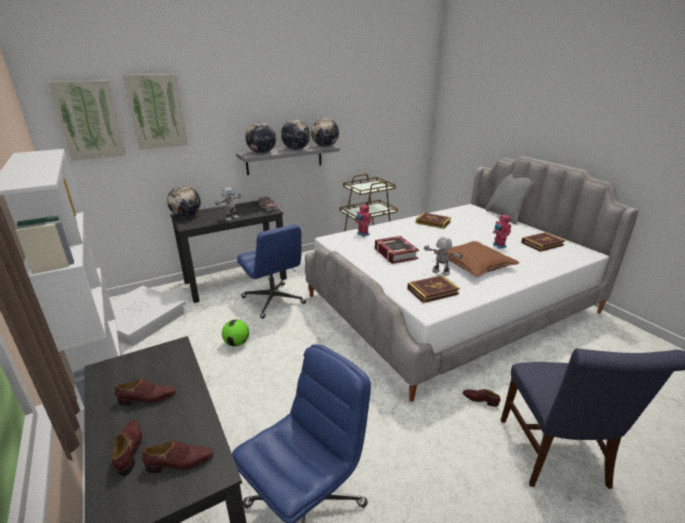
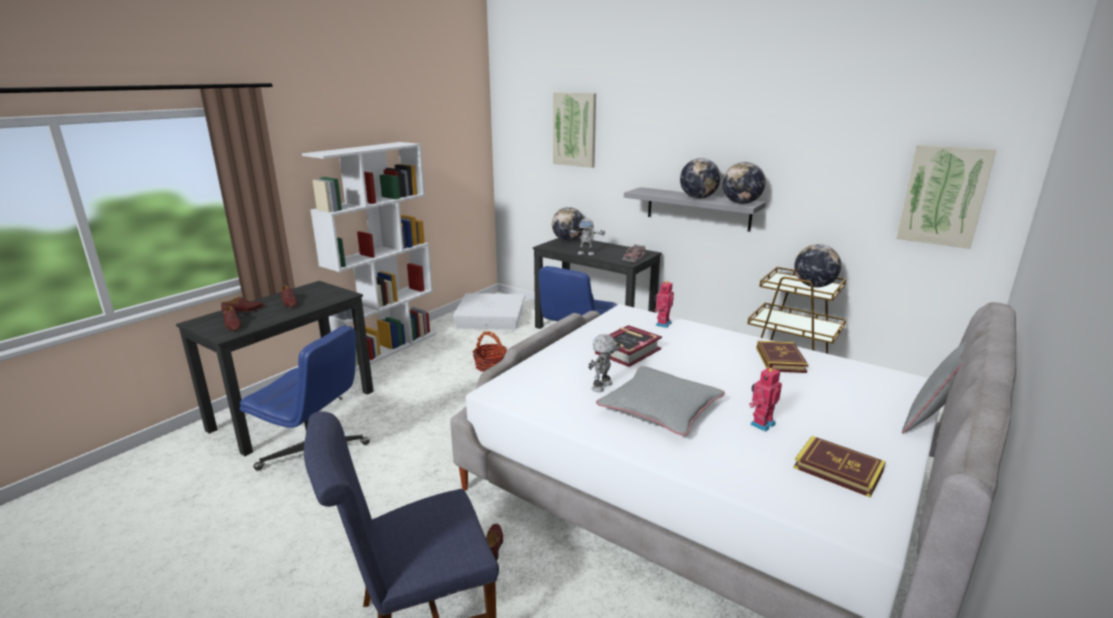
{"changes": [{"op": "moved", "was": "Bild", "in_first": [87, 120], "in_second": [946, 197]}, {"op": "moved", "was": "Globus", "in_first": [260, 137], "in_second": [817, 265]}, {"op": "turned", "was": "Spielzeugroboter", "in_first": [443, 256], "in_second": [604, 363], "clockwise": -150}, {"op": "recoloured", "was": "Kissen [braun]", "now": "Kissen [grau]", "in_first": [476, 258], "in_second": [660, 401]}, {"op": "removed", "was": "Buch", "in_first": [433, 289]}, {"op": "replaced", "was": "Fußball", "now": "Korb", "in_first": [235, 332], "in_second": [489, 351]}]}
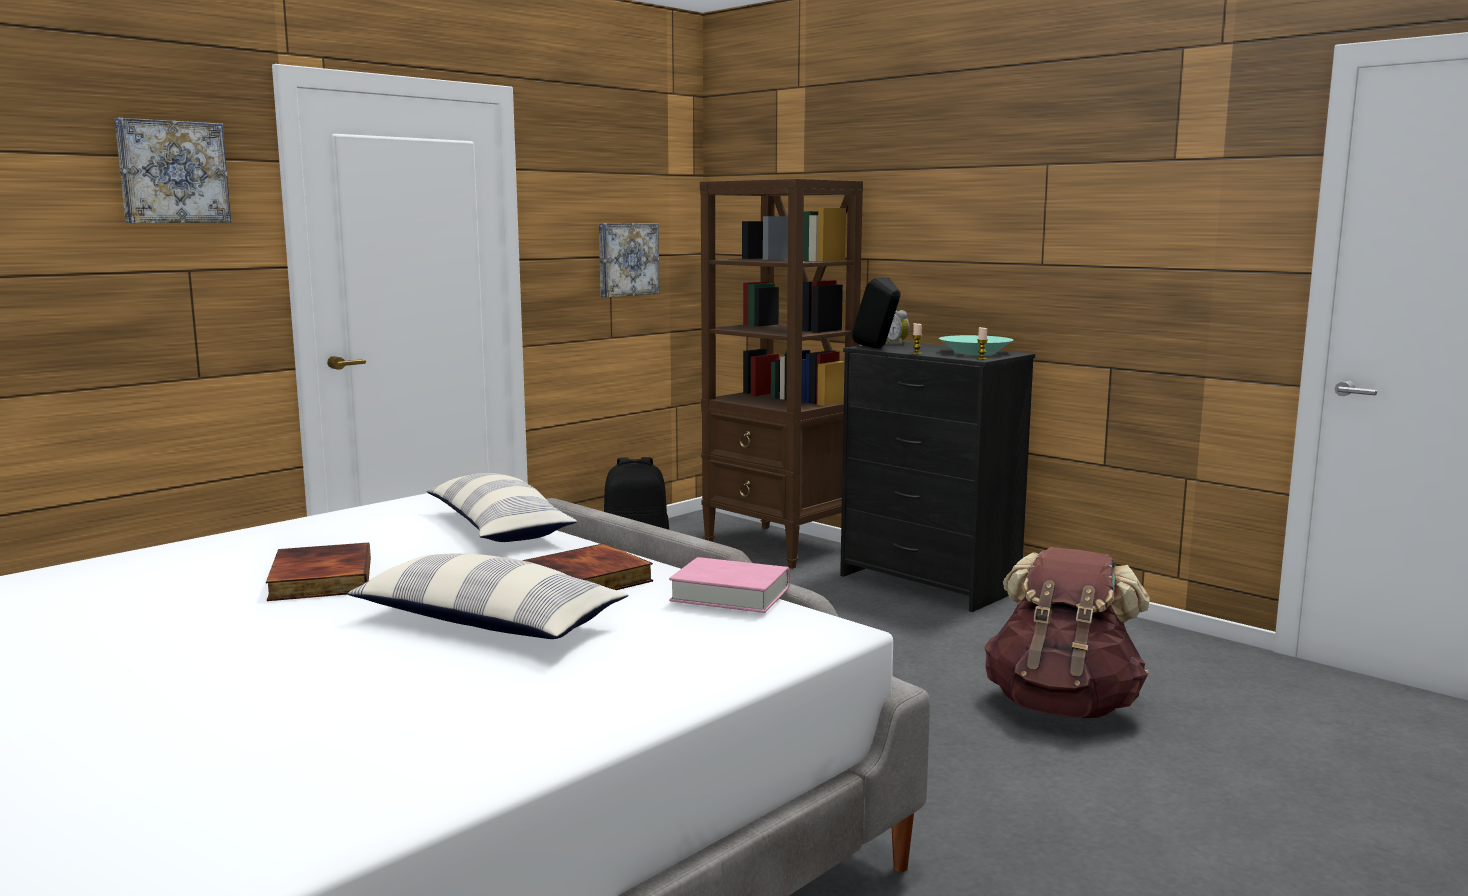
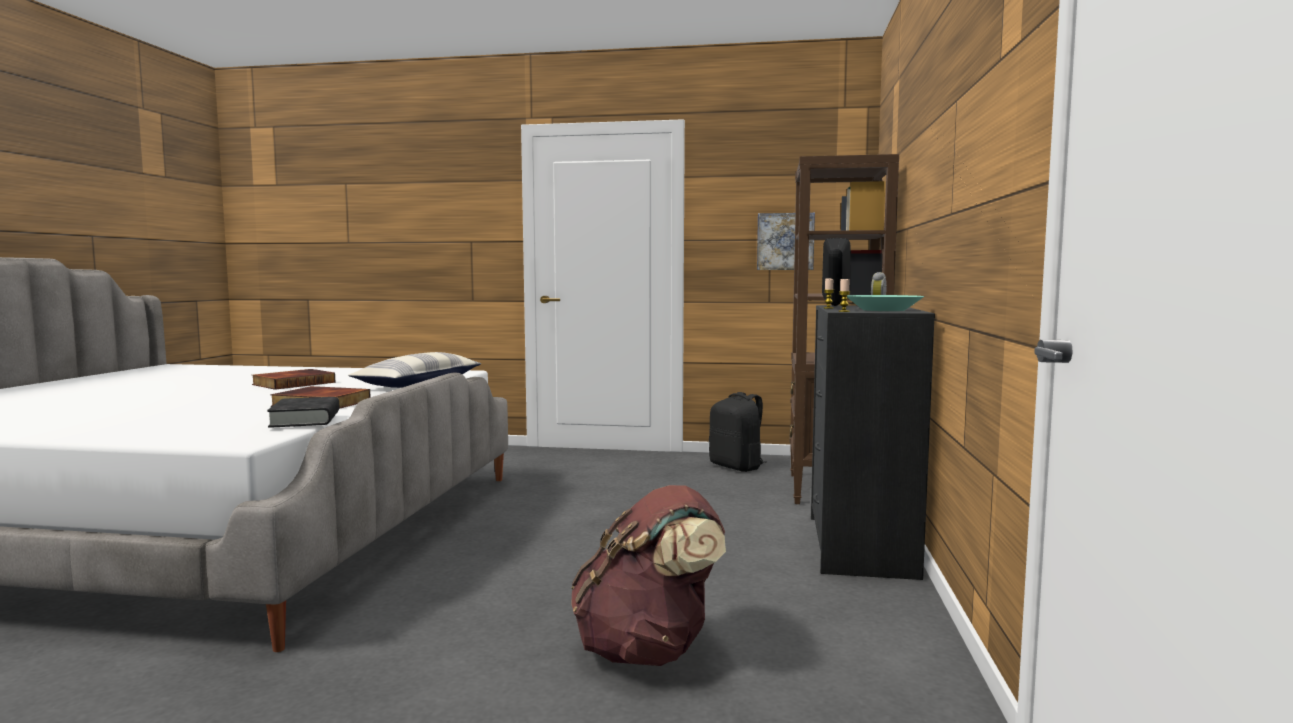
{"changes": [{"op": "removed", "was": "Bild", "in_first": [173, 170]}, {"op": "removed", "was": "Kissen", "in_first": [488, 596]}, {"op": "recoloured", "was": "Buch [rosa]", "now": "Buch [schwarz]", "in_first": [729, 585], "in_second": [303, 412]}]}
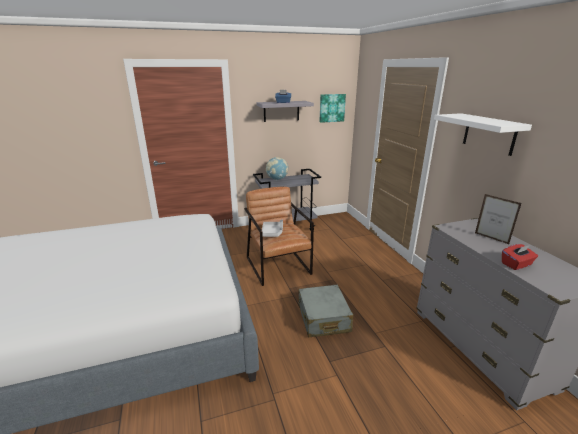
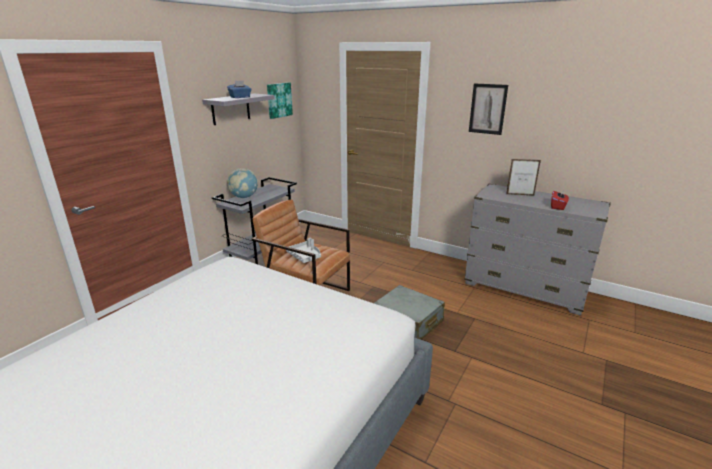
{"changes": [{"op": "replaced", "was": "Wandregal [weiß]", "now": "Bild", "in_first": [483, 134], "in_second": [488, 109]}]}
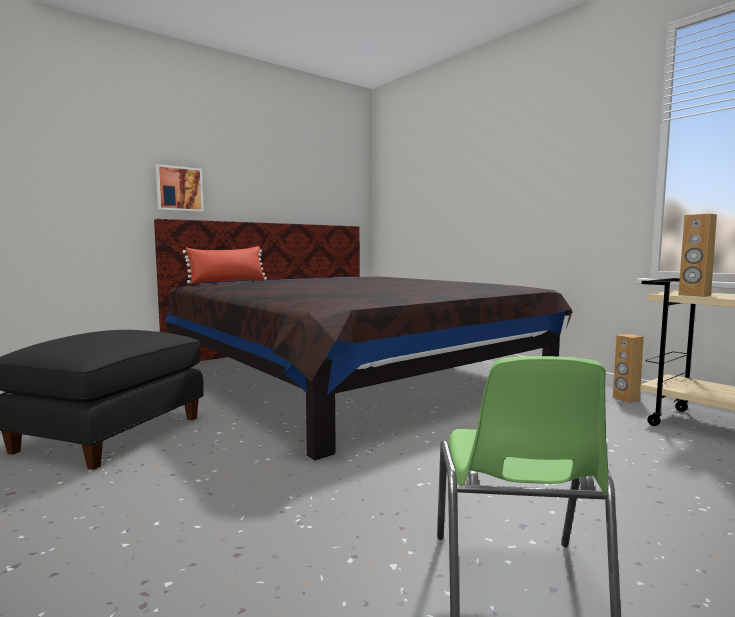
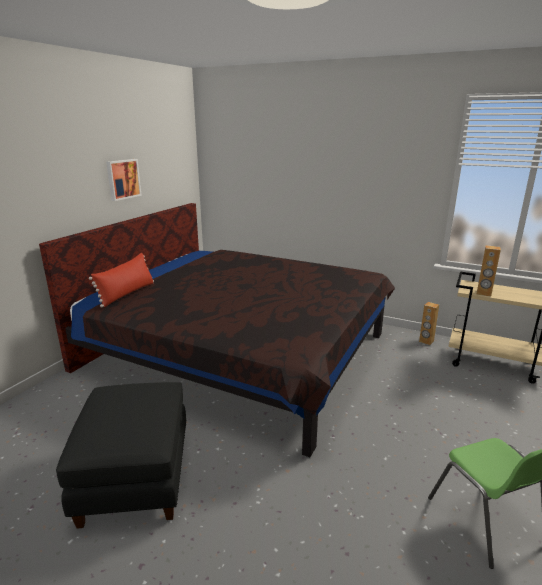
{"changes": [{"op": "moved", "was": "Bild", "in_first": [180, 188], "in_second": [124, 180]}]}
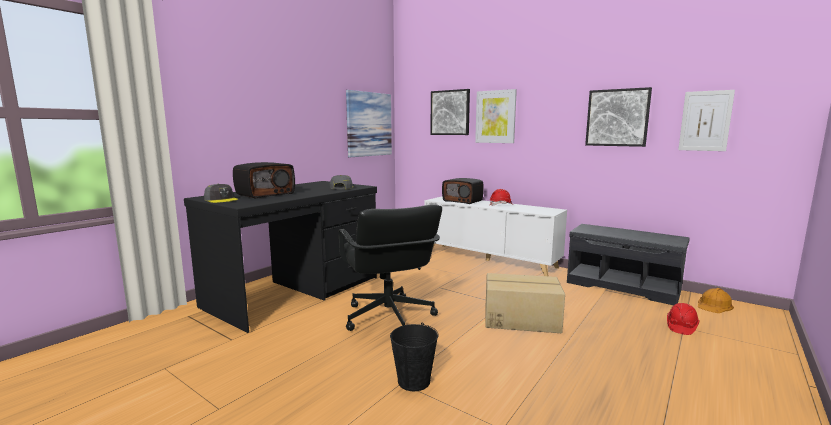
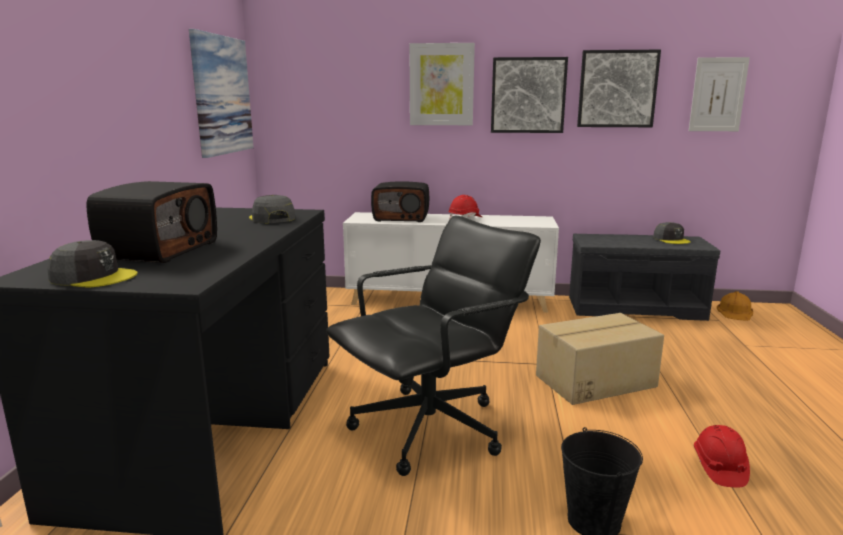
{"changes": [{"op": "moved", "was": "Bild", "in_first": [450, 112], "in_second": [529, 95]}, {"op": "turned", "was": "Bürostuhl [schwarz]", "in_first": [390, 268], "in_second": [433, 346], "clockwise": -75}, {"op": "moved", "was": "Schutzhelm [rot]", "in_first": [683, 319], "in_second": [722, 456]}, {"op": "added", "now": "Kappe [grau]", "in_second": [672, 233]}]}
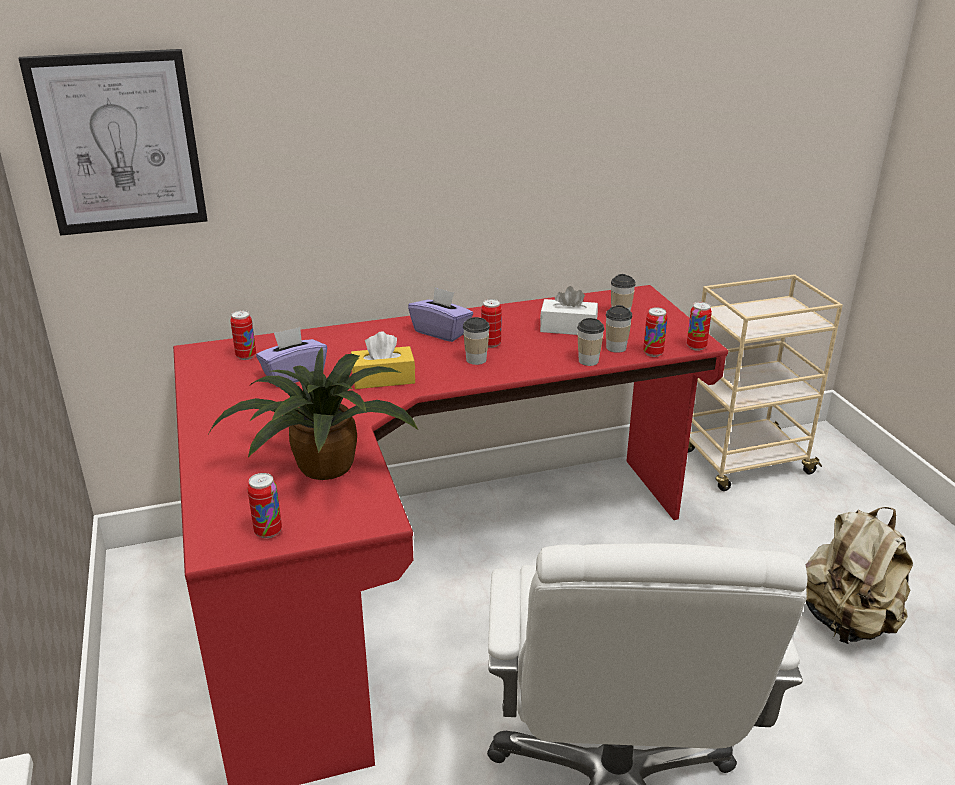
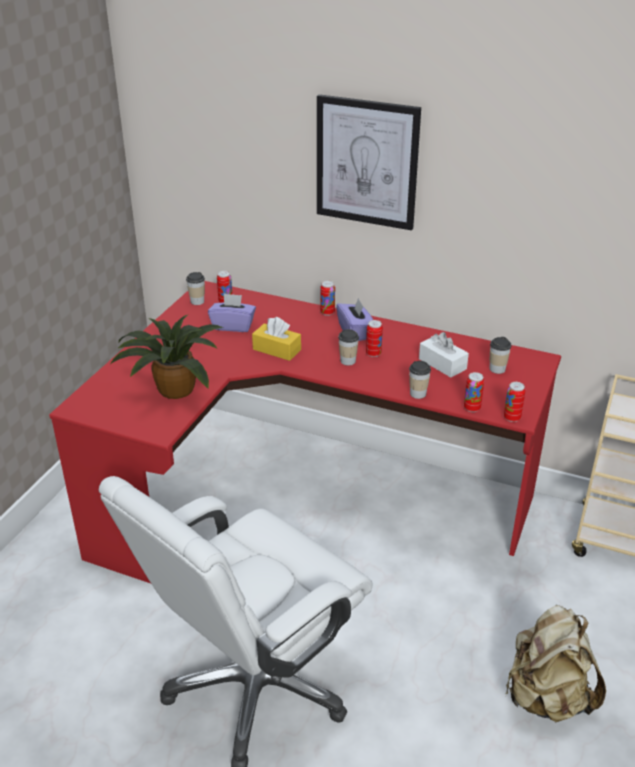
{"changes": [{"op": "moved", "was": "Bild", "in_first": [113, 142], "in_second": [369, 162]}, {"op": "moved", "was": "Tasse", "in_first": [619, 329], "in_second": [195, 288]}, {"op": "moved", "was": "Dose", "in_first": [264, 505], "in_second": [327, 298]}]}
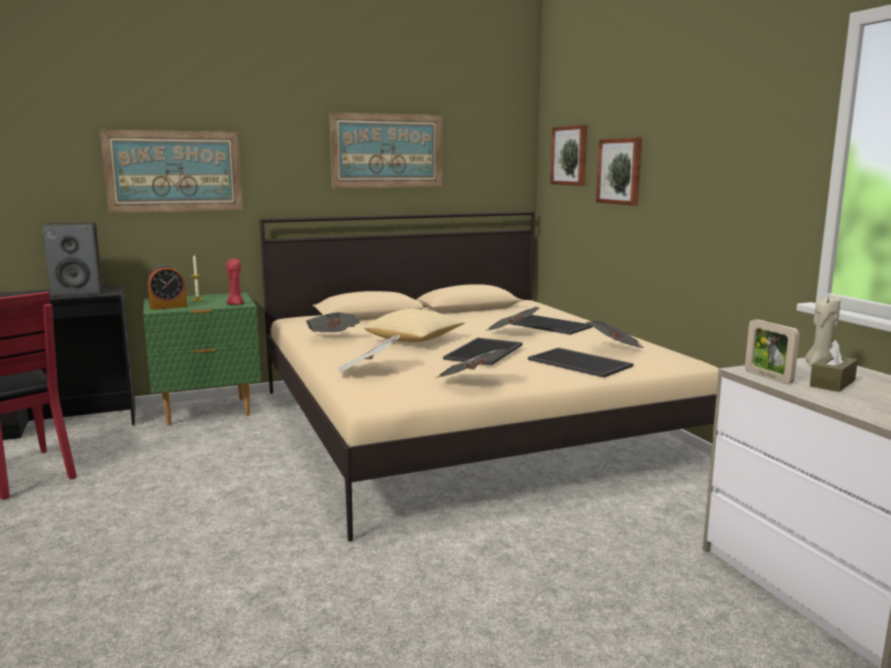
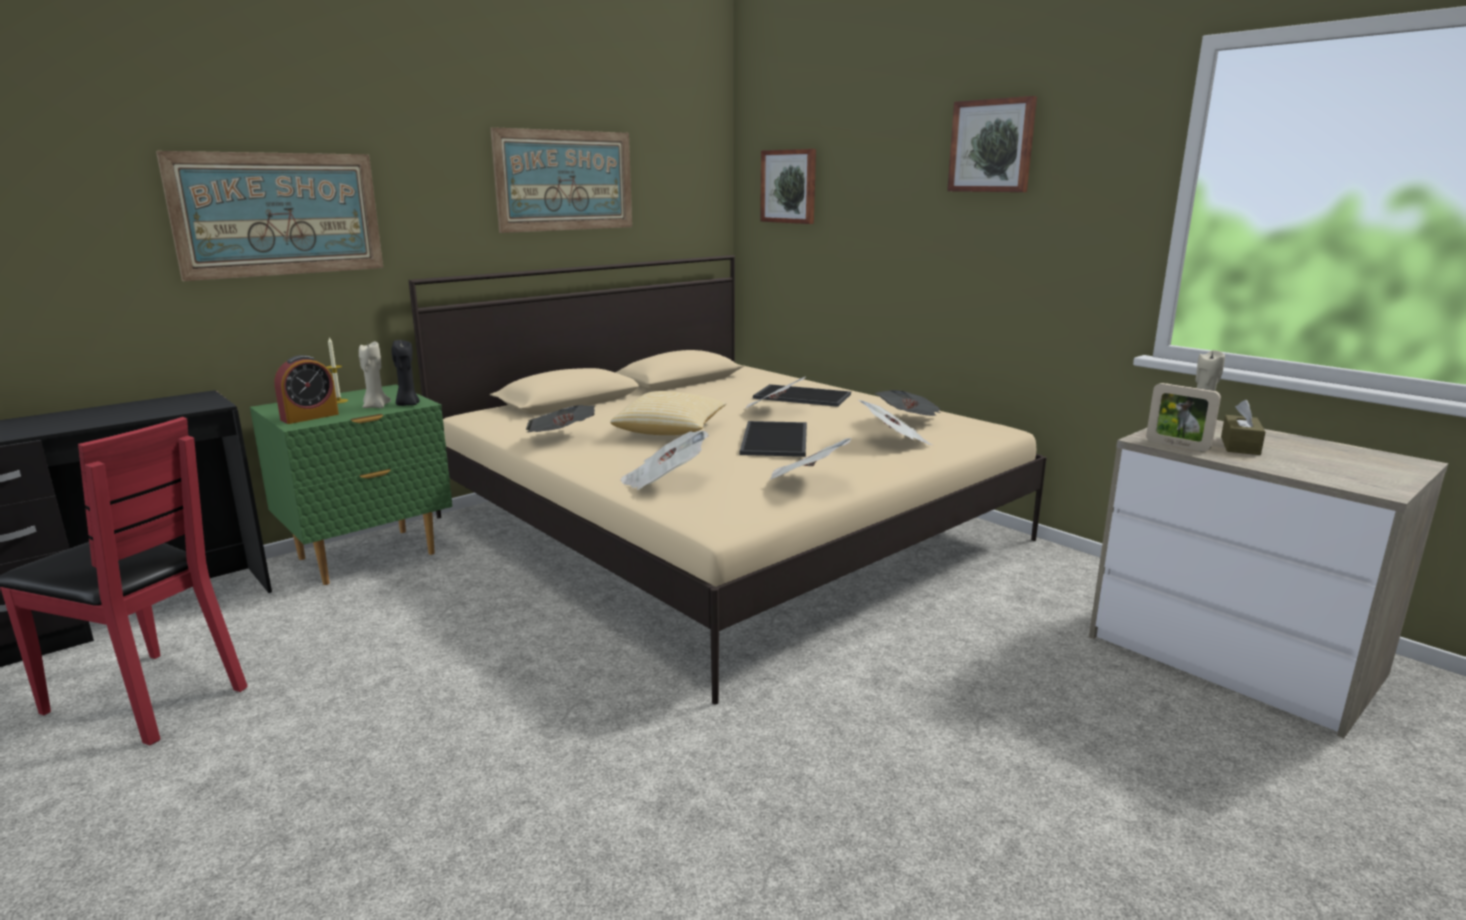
{"changes": [{"op": "moved", "was": "Bild", "in_first": [619, 172], "in_second": [992, 144]}, {"op": "removed", "was": "Lautsprecher", "in_first": [72, 259]}, {"op": "recoloured", "was": "Kerze [rot]", "now": "Kerze [schwarz]", "in_first": [235, 281], "in_second": [406, 373]}, {"op": "replaced", "was": "Tablett", "now": "Zeitung", "in_first": [580, 363], "in_second": [895, 422]}, {"op": "added", "now": "Kerze [beige]", "in_second": [375, 374]}]}
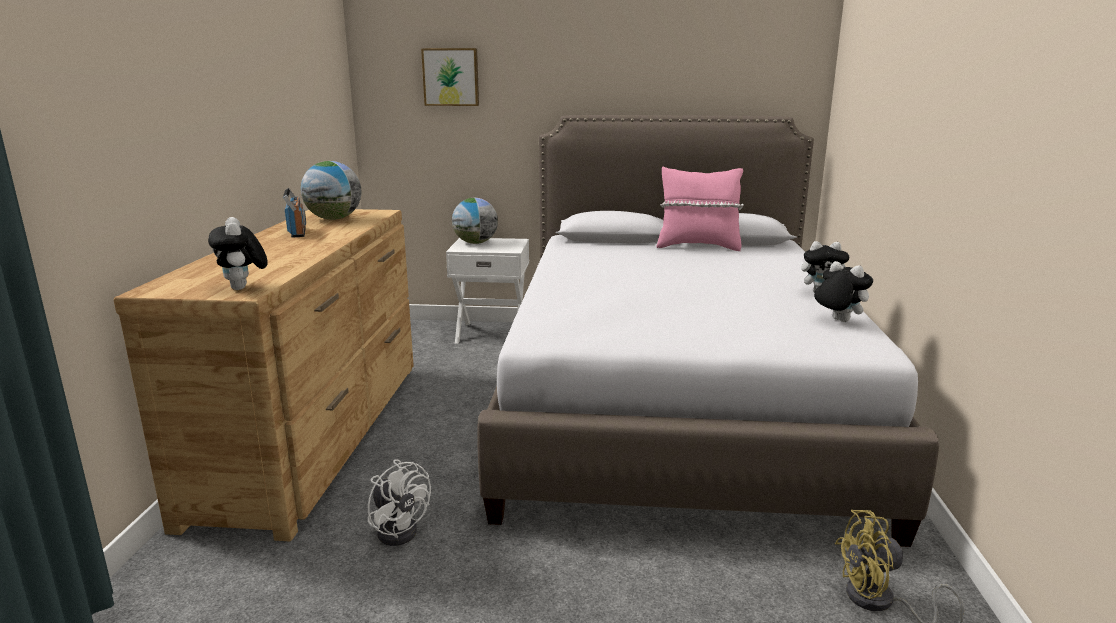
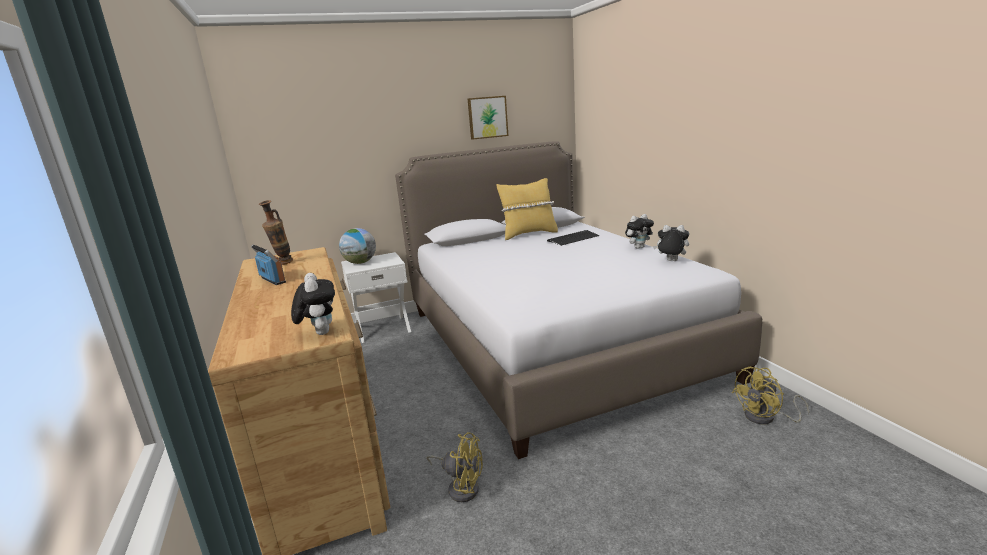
{"changes": [{"op": "moved", "was": "Bild", "in_first": [450, 77], "in_second": [488, 118]}, {"op": "replaced", "was": "Globus", "now": "Vase", "in_first": [331, 190], "in_second": [276, 232]}, {"op": "recoloured", "was": "Kissen [rosa]", "now": "Kissen [gelb]", "in_first": [700, 209], "in_second": [527, 209]}, {"op": "turned", "was": "Plüschtier", "in_first": [238, 253], "in_second": [313, 304], "clockwise": -150}, {"op": "recoloured", "was": "Ventilator [weiß]", "now": "Ventilator [gelb]", "in_first": [399, 502], "in_second": [455, 467]}, {"op": "added", "now": "Tastatur", "in_second": [573, 238]}]}
